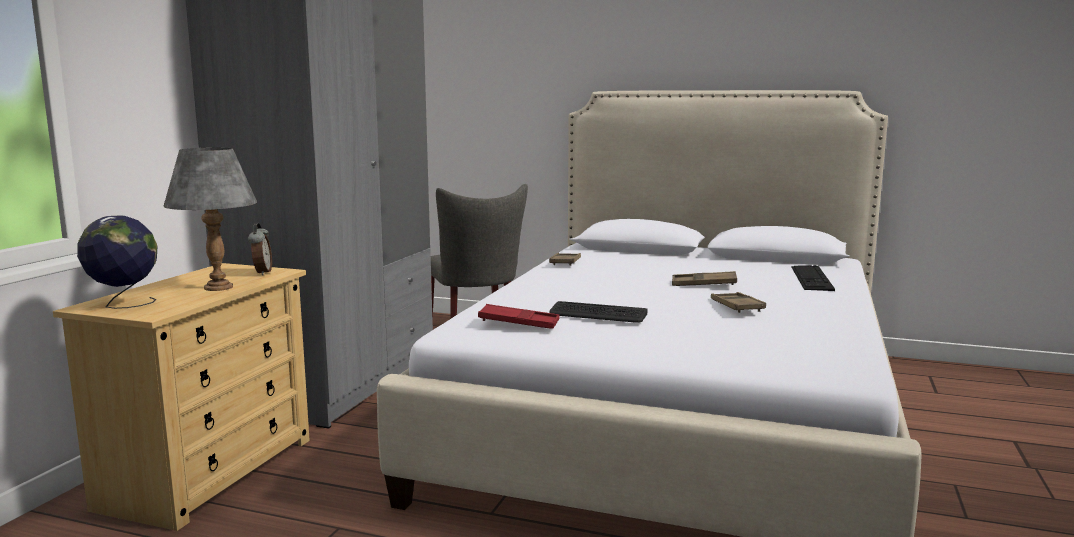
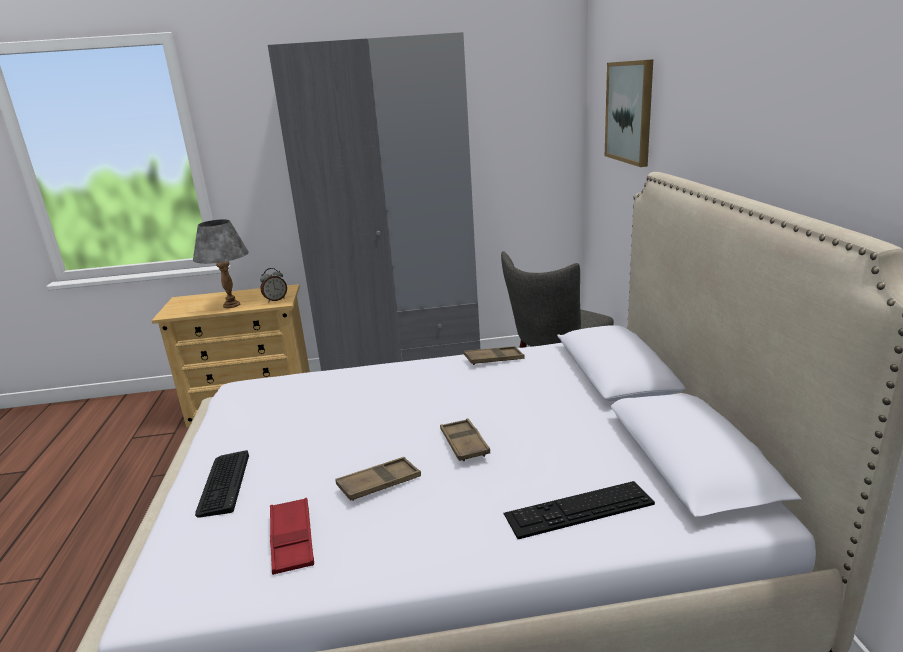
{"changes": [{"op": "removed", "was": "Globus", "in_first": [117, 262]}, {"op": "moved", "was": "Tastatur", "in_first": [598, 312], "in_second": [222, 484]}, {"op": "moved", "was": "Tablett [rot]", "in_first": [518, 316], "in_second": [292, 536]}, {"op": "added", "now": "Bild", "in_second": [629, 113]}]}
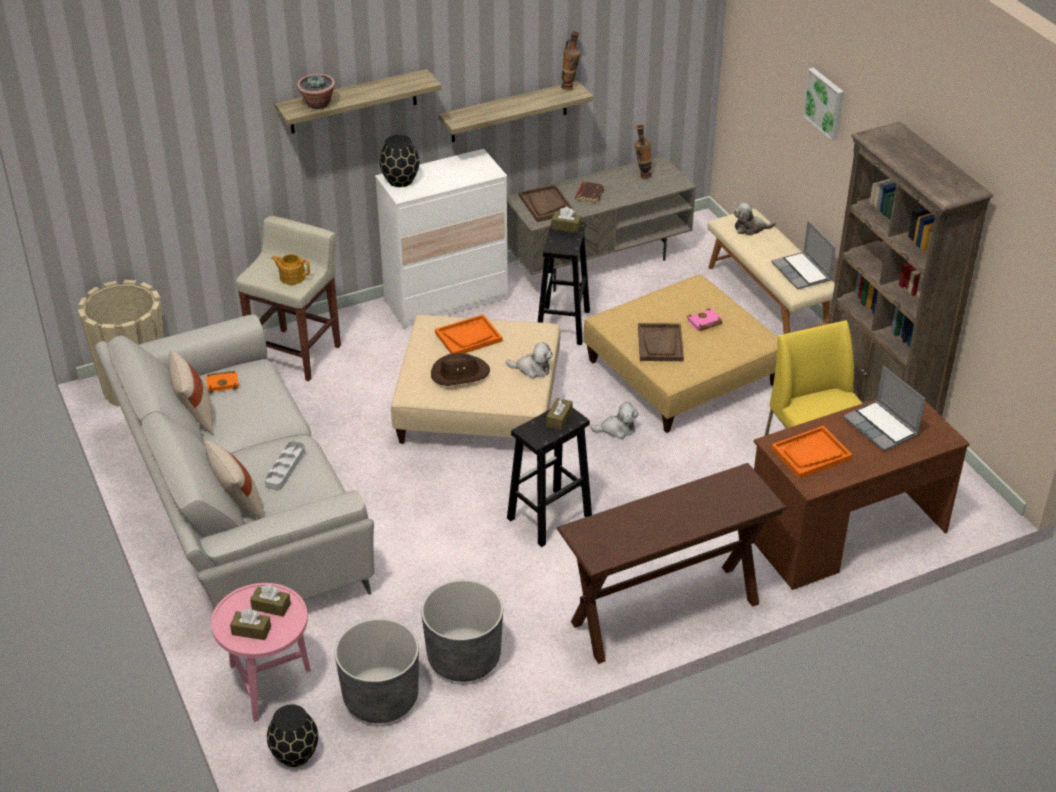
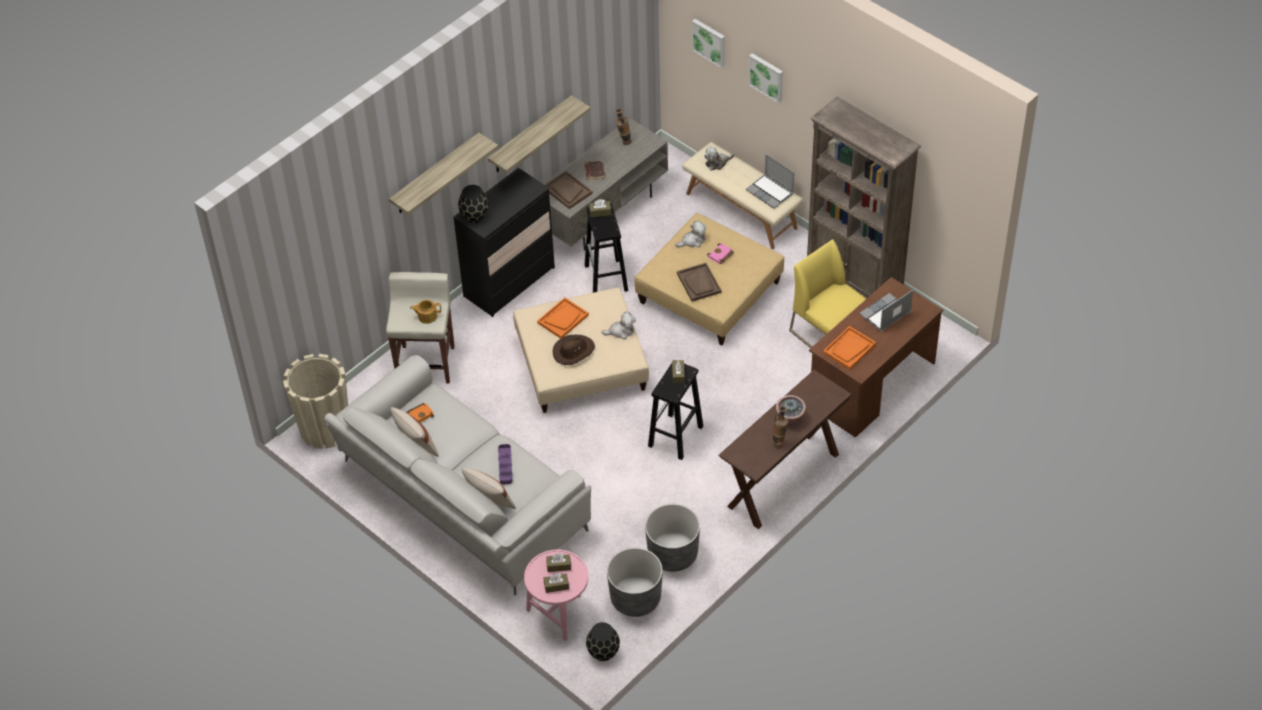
{"changes": [{"op": "moved", "was": "Vase", "in_first": [571, 60], "in_second": [780, 426]}, {"op": "moved", "was": "Topfpflanze", "in_first": [316, 91], "in_second": [791, 409]}, {"op": "recoloured", "was": "Kommode [weiß]", "now": "Kommode [schwarz]", "in_first": [441, 239], "in_second": [504, 242]}, {"op": "turned", "was": "Laptop", "in_first": [884, 408], "in_second": [886, 311], "clockwise": 105}, {"op": "moved", "was": "Plüschtier", "in_first": [614, 420], "in_second": [691, 234]}, {"op": "recoloured", "was": "Tablett [grau]", "now": "Tablett [lila]", "in_first": [285, 465], "in_second": [505, 464]}, {"op": "added", "now": "Bild", "in_second": [708, 43]}]}
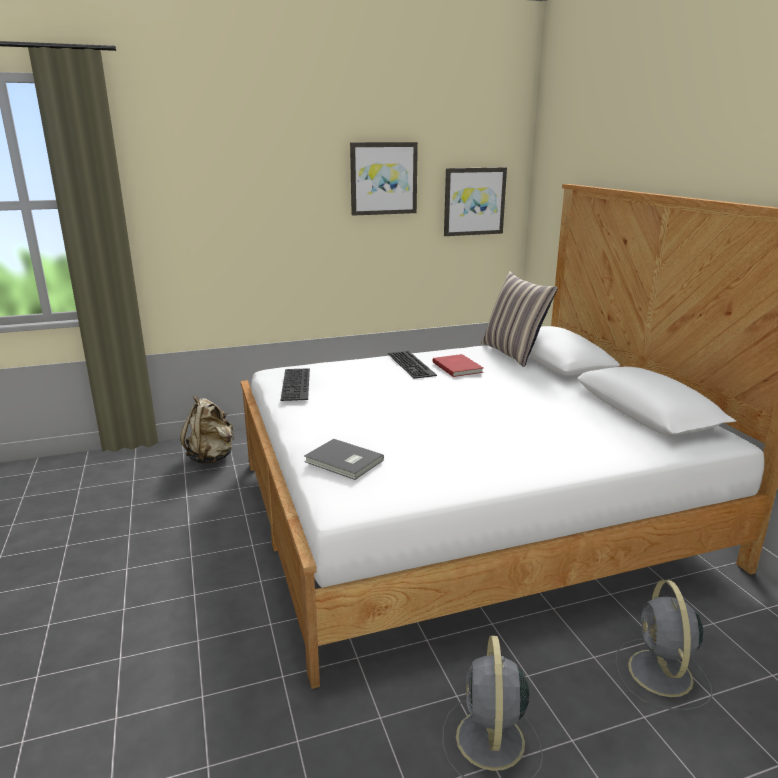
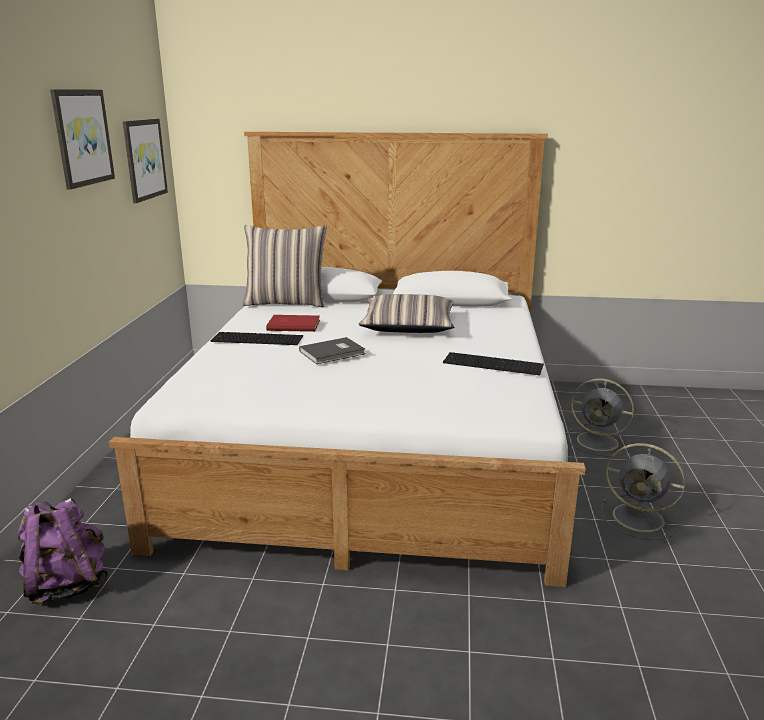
{"changes": [{"op": "moved", "was": "Tastatur", "in_first": [295, 384], "in_second": [493, 363]}, {"op": "recoloured", "was": "Rucksack [beige]", "now": "Rucksack [lila]", "in_first": [207, 430], "in_second": [63, 551]}, {"op": "moved", "was": "Buch [grau]", "in_first": [344, 459], "in_second": [332, 350]}, {"op": "added", "now": "Kissen", "in_second": [407, 313]}]}
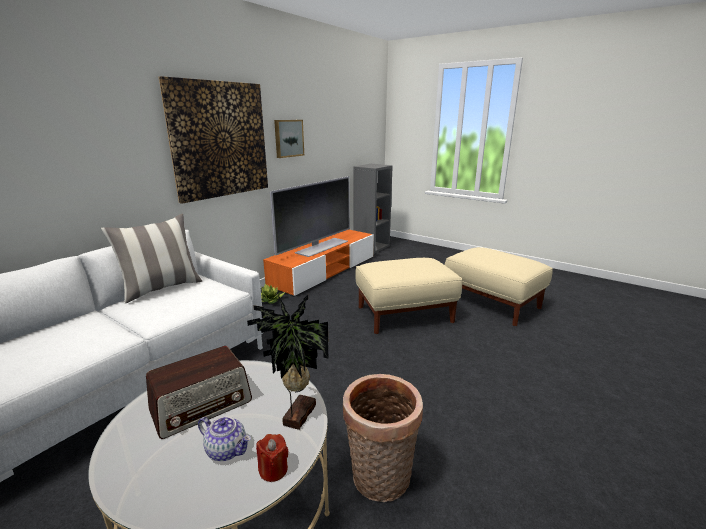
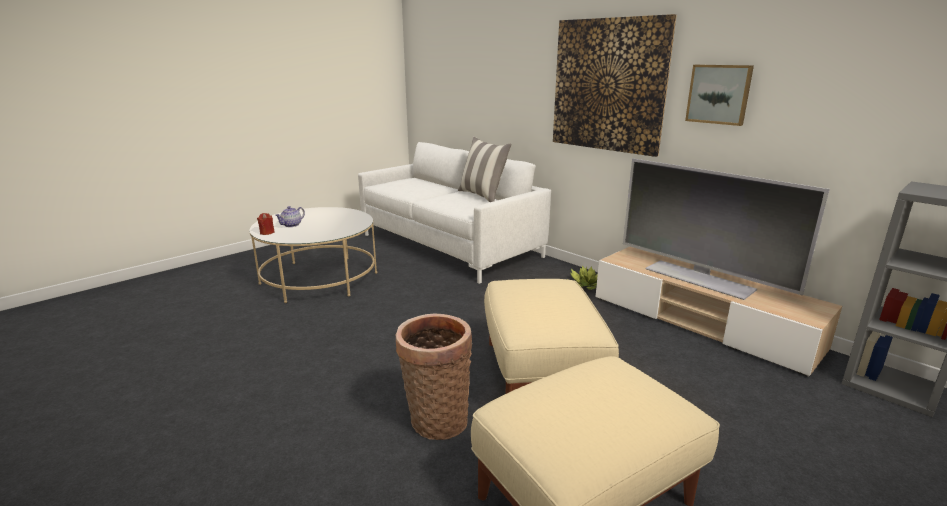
{"changes": [{"op": "recoloured", "was": "Fernsehschrank [orange]", "now": "Fernsehschrank [beige]", "in_first": [318, 263], "in_second": [719, 311]}, {"op": "removed", "was": "Topfpflanze", "in_first": [287, 362]}, {"op": "removed", "was": "Radio", "in_first": [199, 392]}, {"op": "moved", "was": "Korb", "in_first": [383, 438], "in_second": [434, 376]}]}
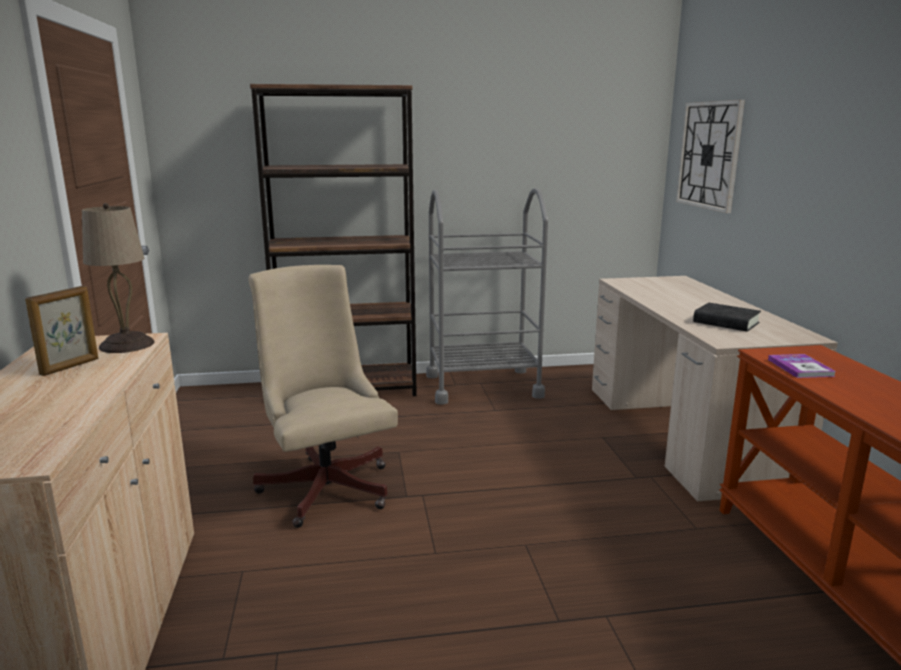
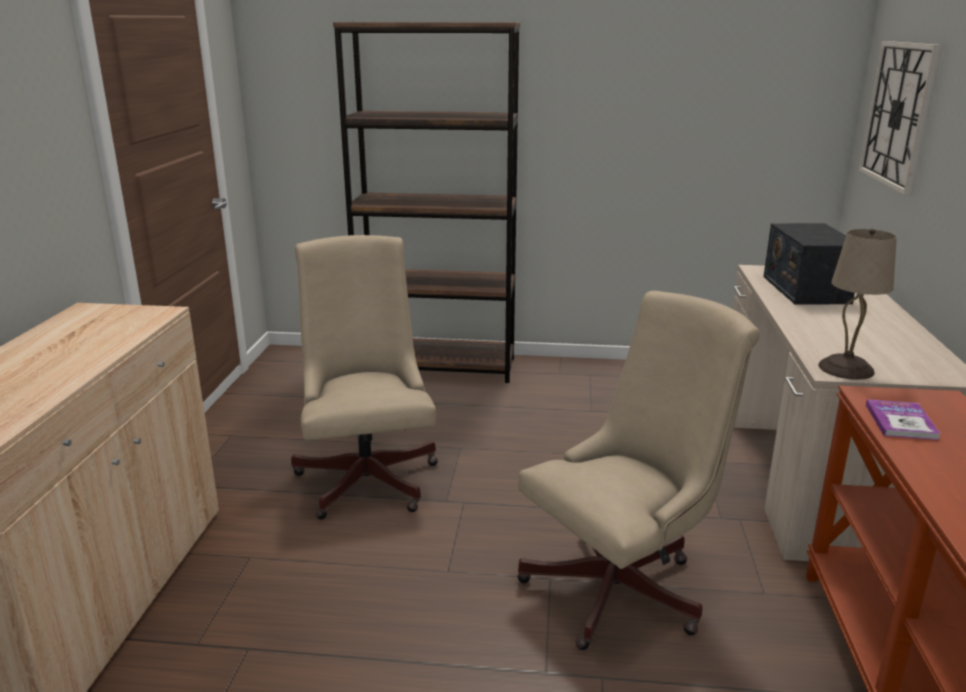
{"changes": [{"op": "removed", "was": "Rollwagen [grau]", "in_first": [487, 296]}, {"op": "moved", "was": "Tischlampe [beige]", "in_first": [118, 278], "in_second": [857, 304]}, {"op": "removed", "was": "Bilderrahmen", "in_first": [61, 331]}, {"op": "removed", "was": "Buch [schwarz]", "in_first": [727, 317]}, {"op": "added", "now": "Radio", "in_second": [809, 264]}, {"op": "added", "now": "Bürostuhl [beige]", "in_second": [638, 470]}]}
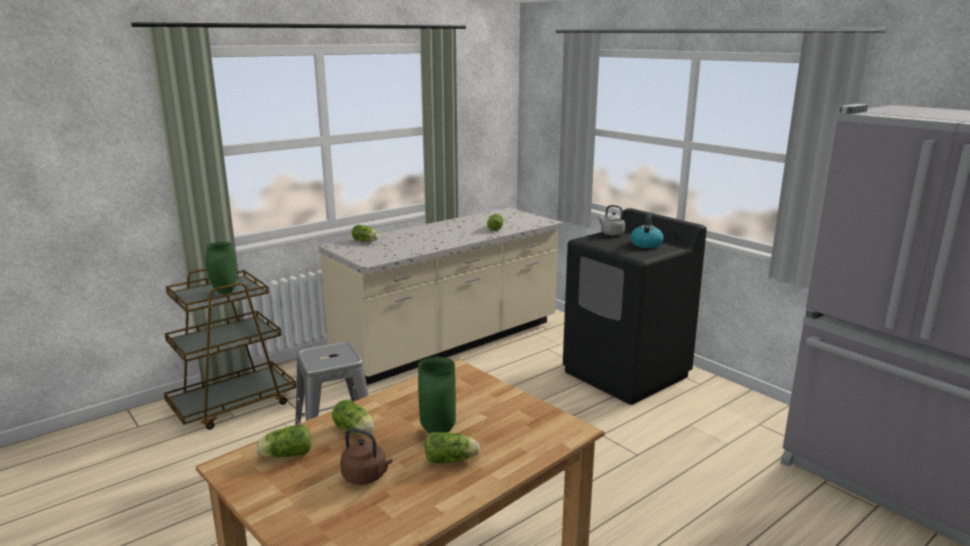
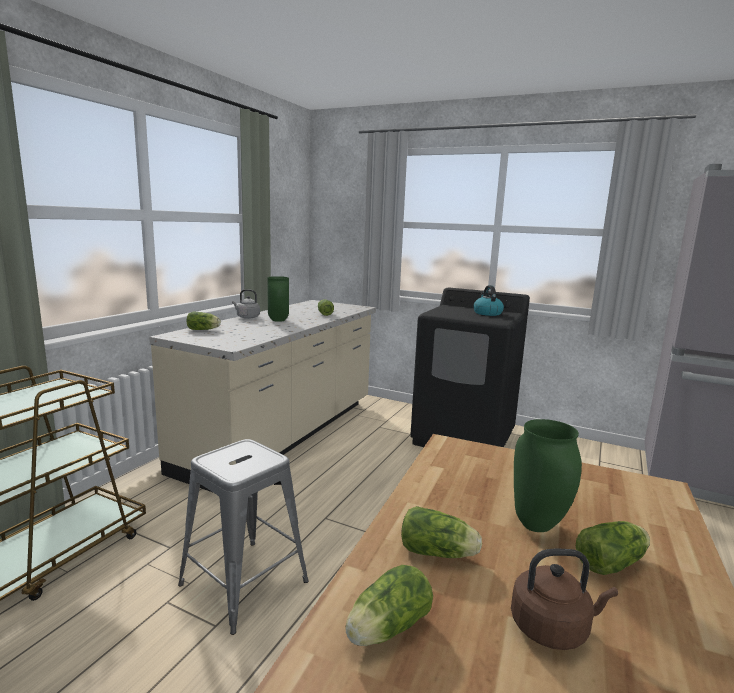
{"changes": [{"op": "moved", "was": "Wasserkessel [grau]", "in_first": [611, 220], "in_second": [246, 304]}, {"op": "moved", "was": "Vase [grün]", "in_first": [221, 268], "in_second": [278, 299]}]}
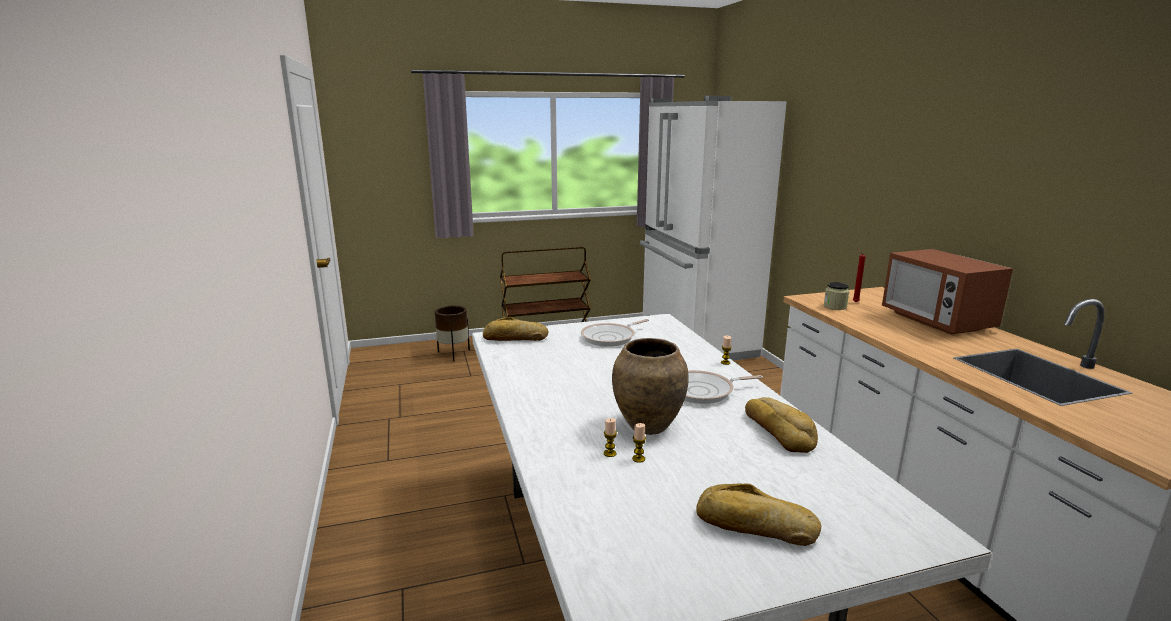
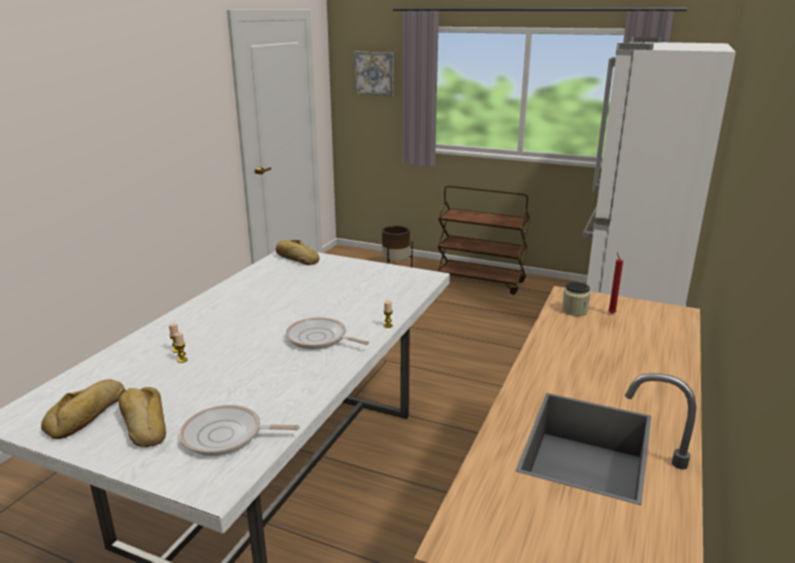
{"changes": [{"op": "removed", "was": "Mikrowelle", "in_first": [947, 292]}, {"op": "moved", "was": "Pfanne", "in_first": [615, 333], "in_second": [239, 430]}, {"op": "removed", "was": "Vase [braun]", "in_first": [650, 386]}, {"op": "moved", "was": "Brot", "in_first": [781, 425], "in_second": [83, 409]}, {"op": "added", "now": "Bild", "in_second": [374, 74]}]}
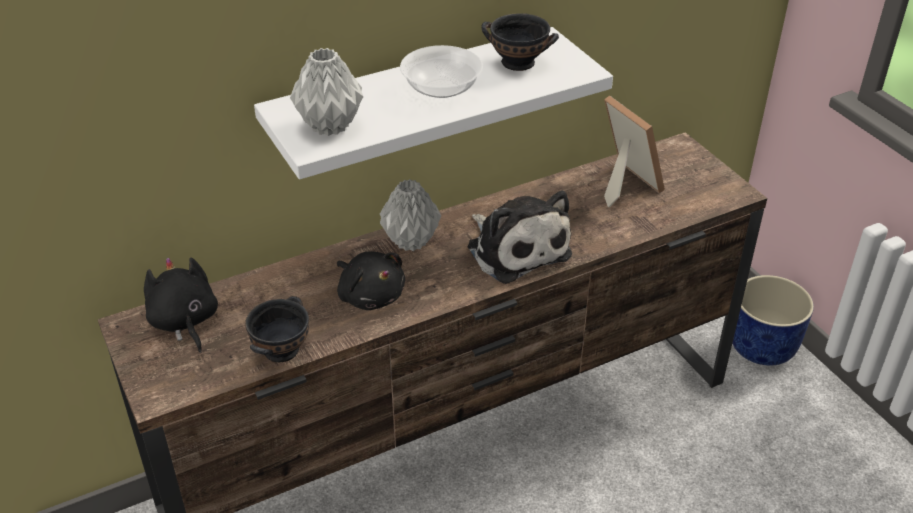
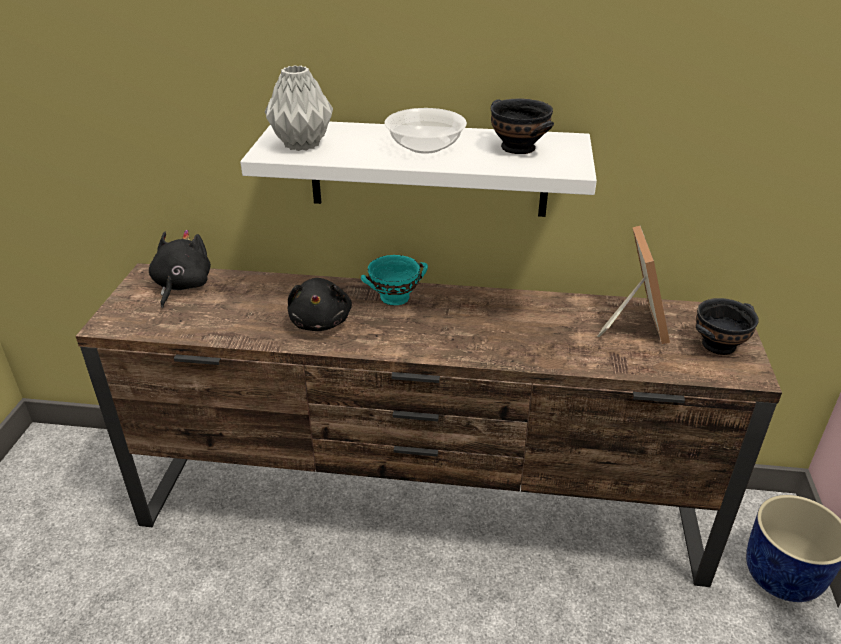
{"changes": [{"op": "replaced", "was": "Vase [grau]", "now": "Schüssel [türkis]", "in_first": [410, 215], "in_second": [394, 280]}, {"op": "removed", "was": "Plüschtier", "in_first": [519, 237]}, {"op": "moved", "was": "Schüssel [schwarz]", "in_first": [277, 329], "in_second": [727, 326]}]}
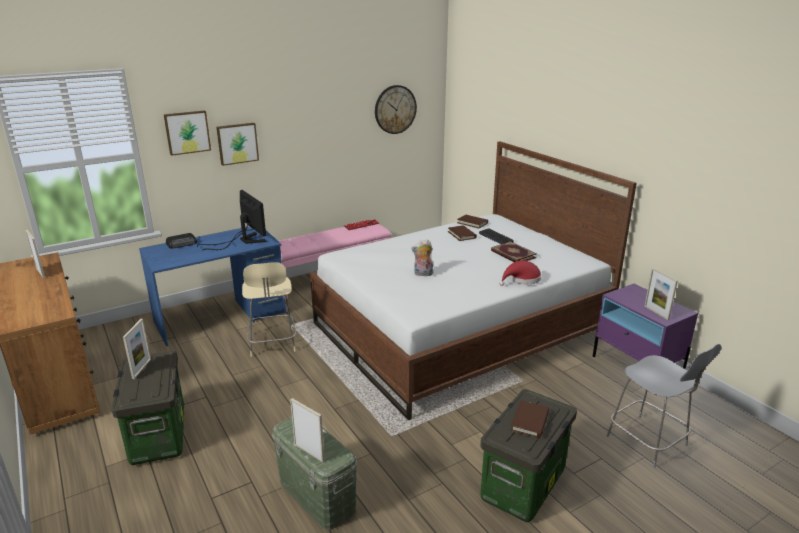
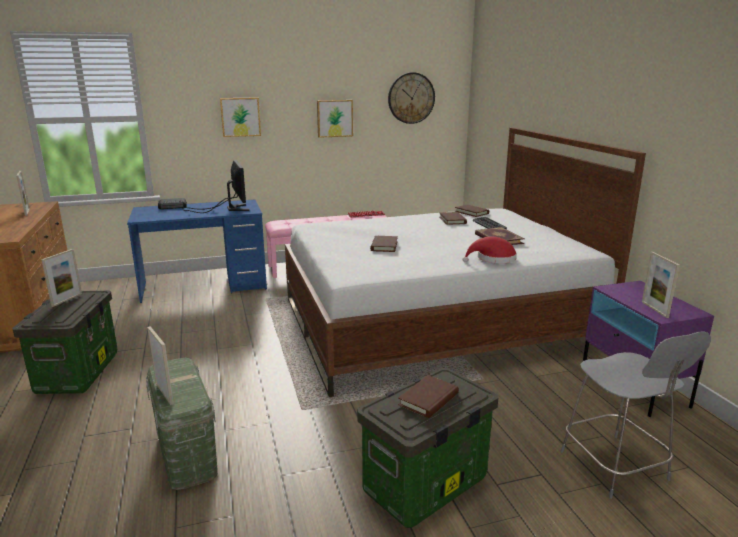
{"changes": [{"op": "moved", "was": "Bild", "in_first": [187, 133], "in_second": [335, 119]}, {"op": "replaced", "was": "Plüschtier", "now": "Buch [braun]", "in_first": [422, 257], "in_second": [384, 244]}, {"op": "removed", "was": "Stuhl [beige]", "in_first": [269, 309]}]}
